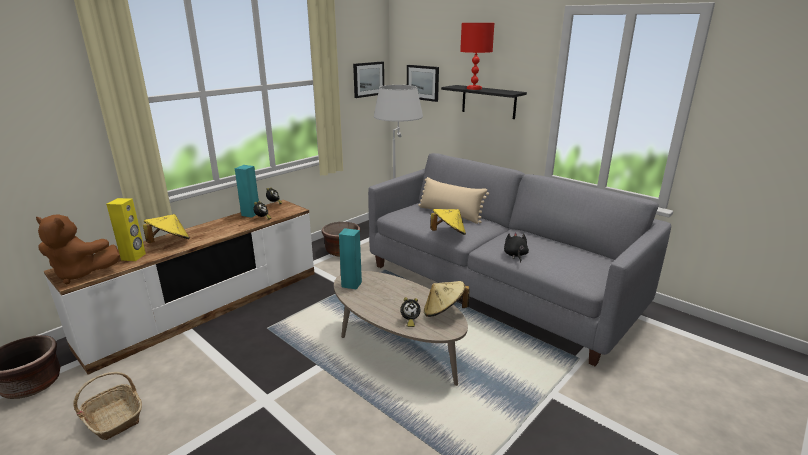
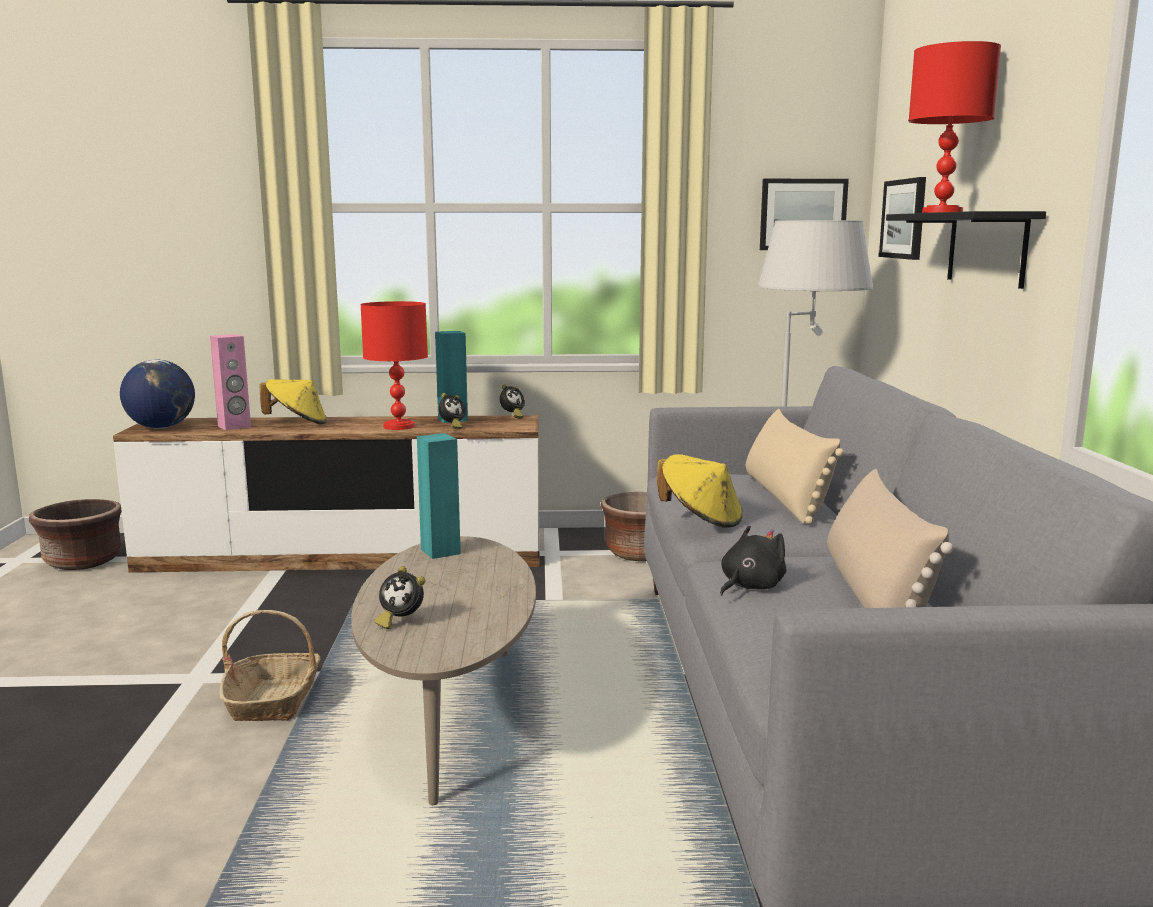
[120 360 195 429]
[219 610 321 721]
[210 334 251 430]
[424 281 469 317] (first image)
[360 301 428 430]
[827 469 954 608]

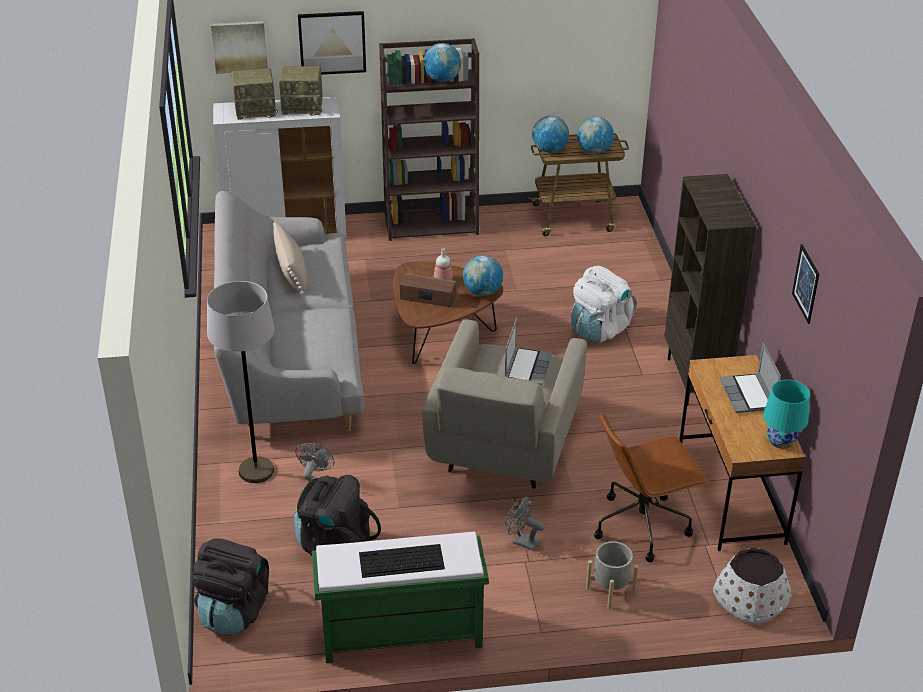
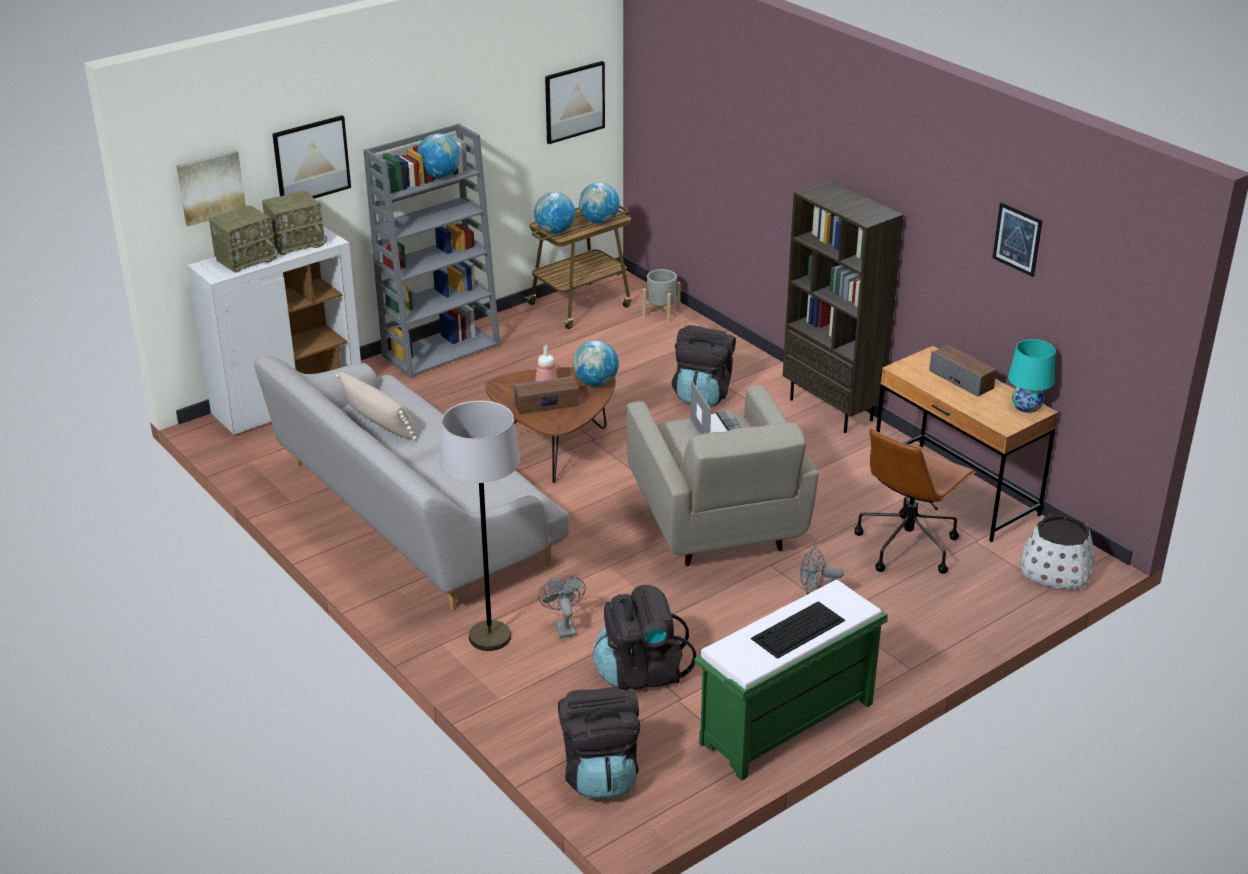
[363 123 501 379]
[672 325 736 406]
[643 269 681 323]
[929 345 997 397]
[545 61 605 144]

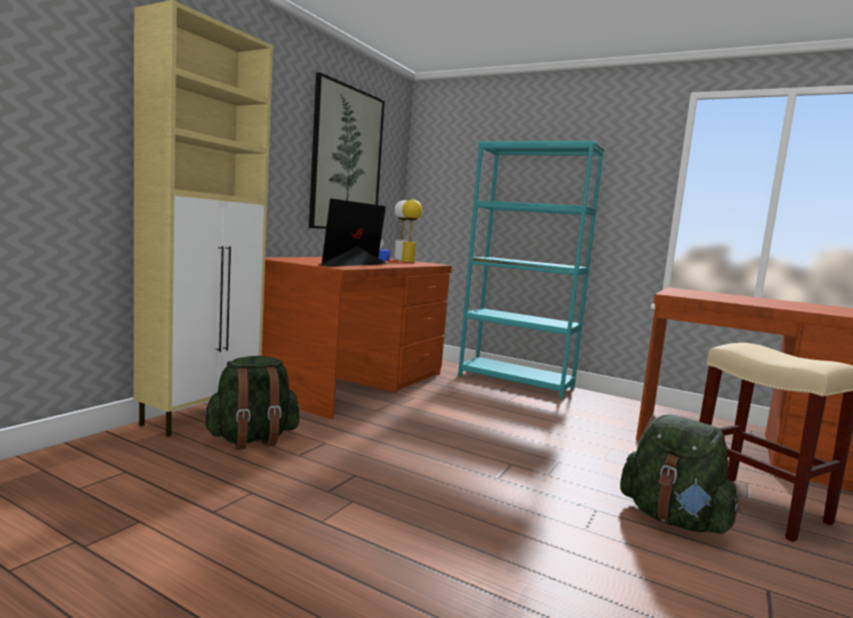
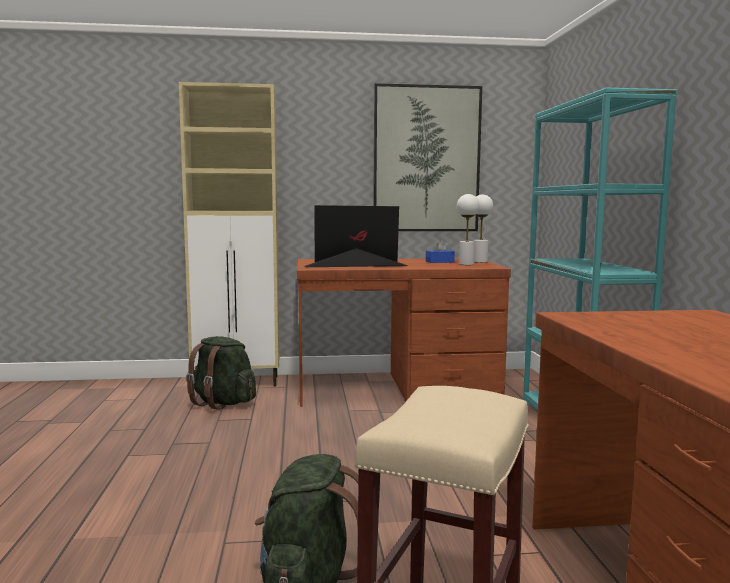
[457 194 480 265]

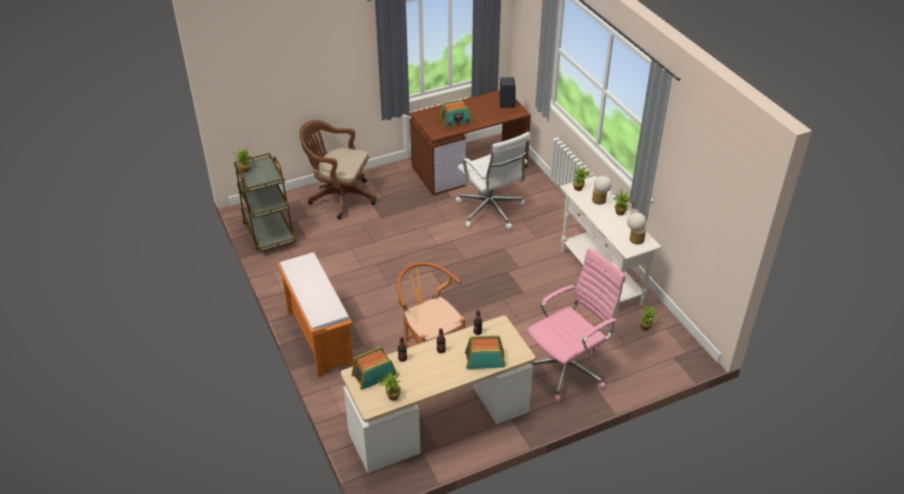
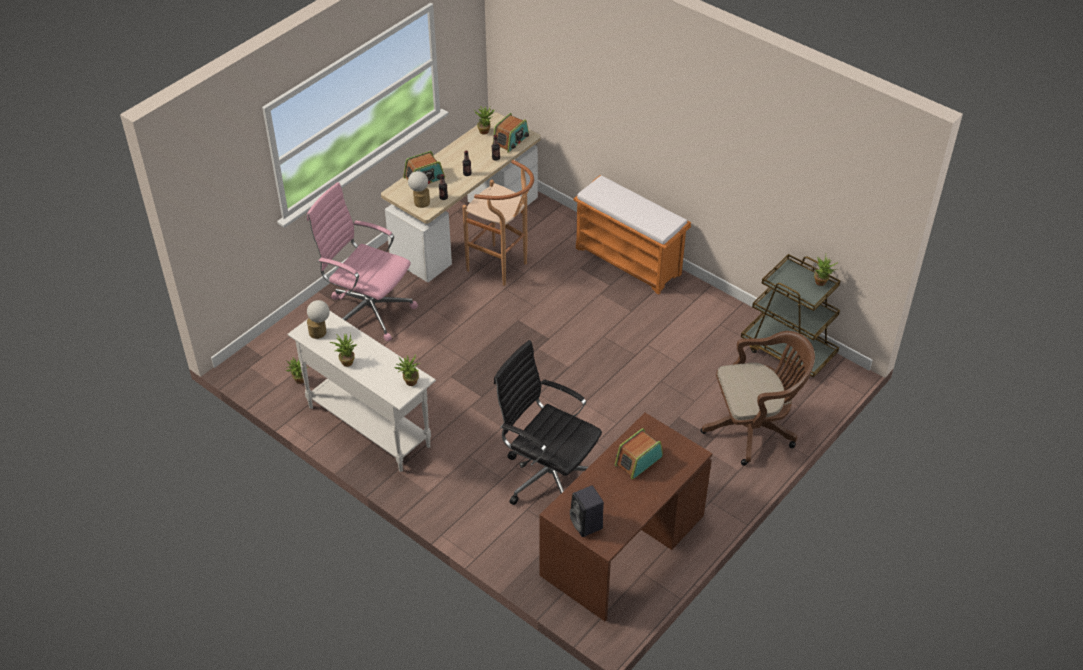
[494 340 602 505]
[307 182 418 341]
[408 171 430 208]

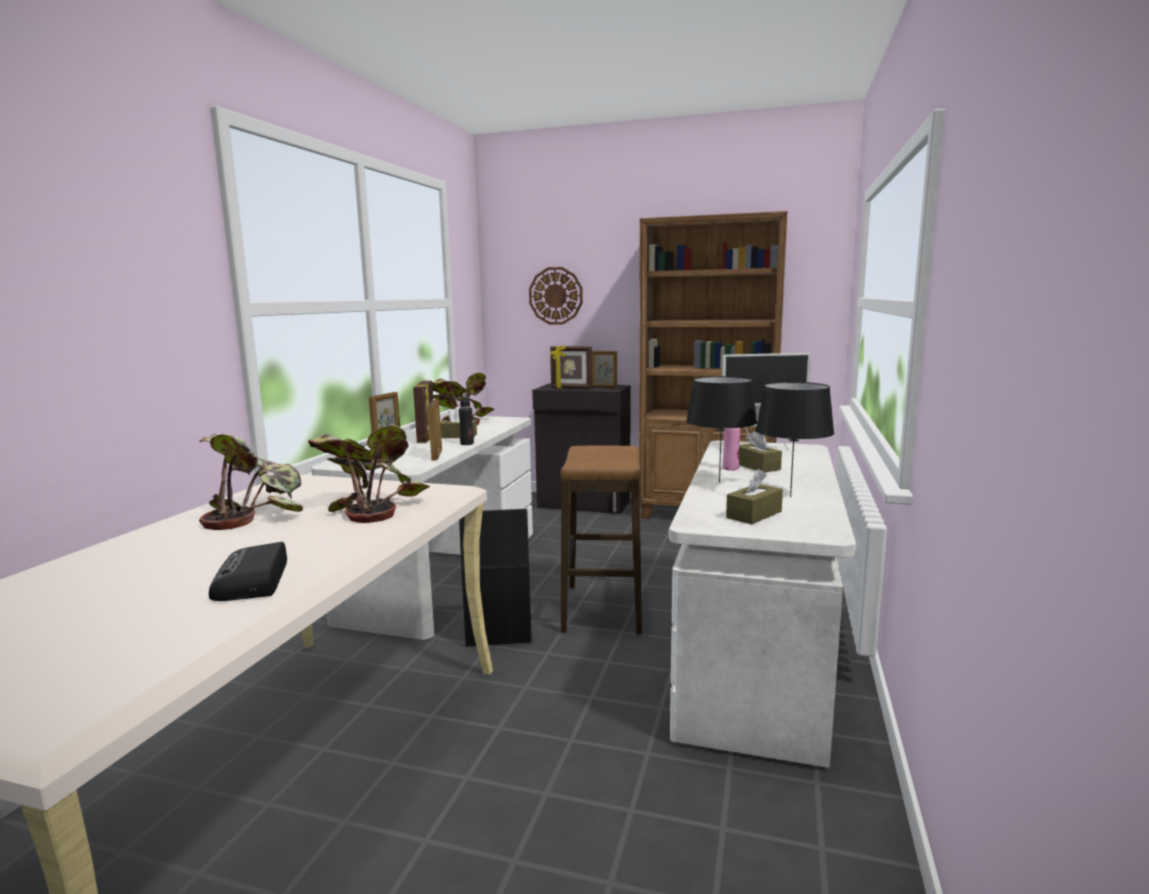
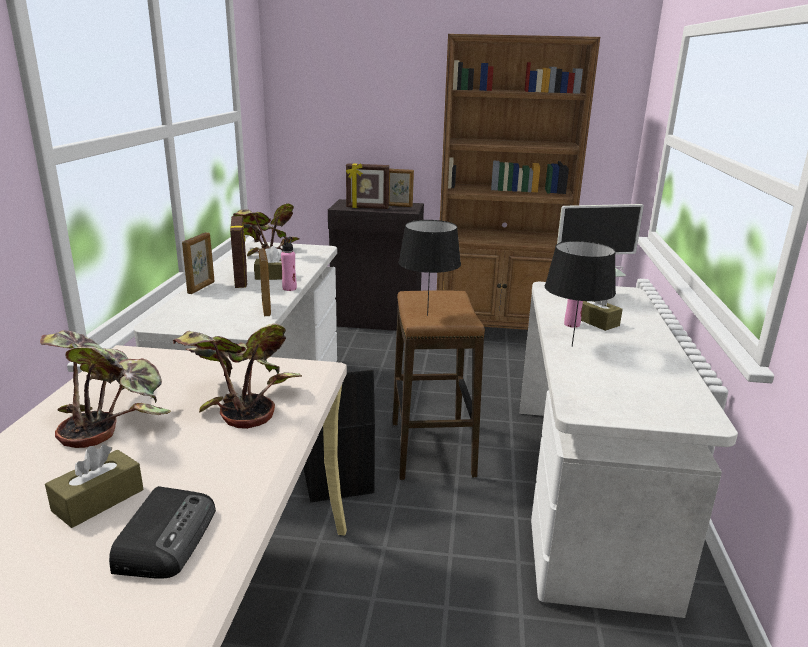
[109 486 216 579]
[281 237 297 291]
[529 267 583 325] (first image)
[45 444 143 528]
[399 220 461 316]

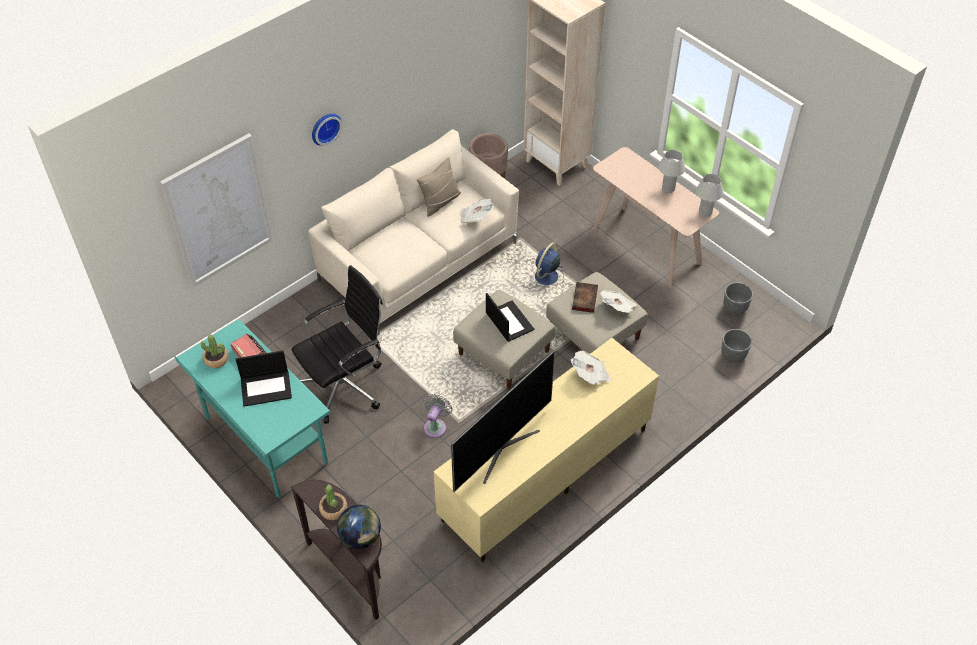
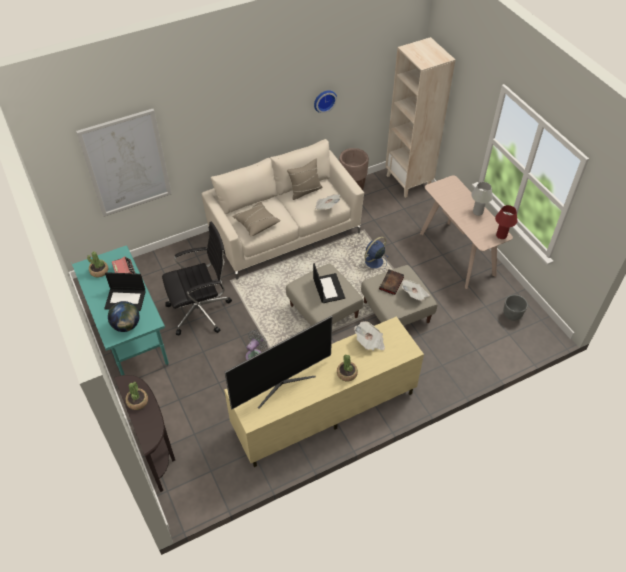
[314 90 337 113]
[108 301 139 332]
[495 205 517 239]
[721 329 752 363] (first image)
[232 202 281 237]
[337 355 358 381]

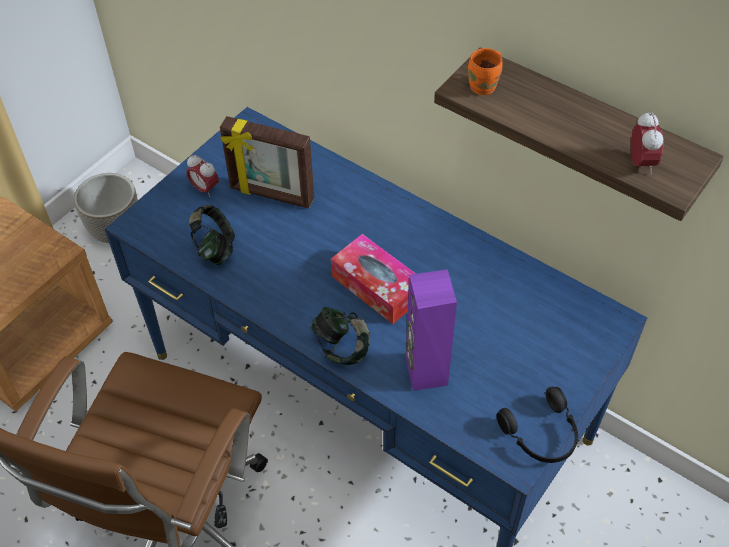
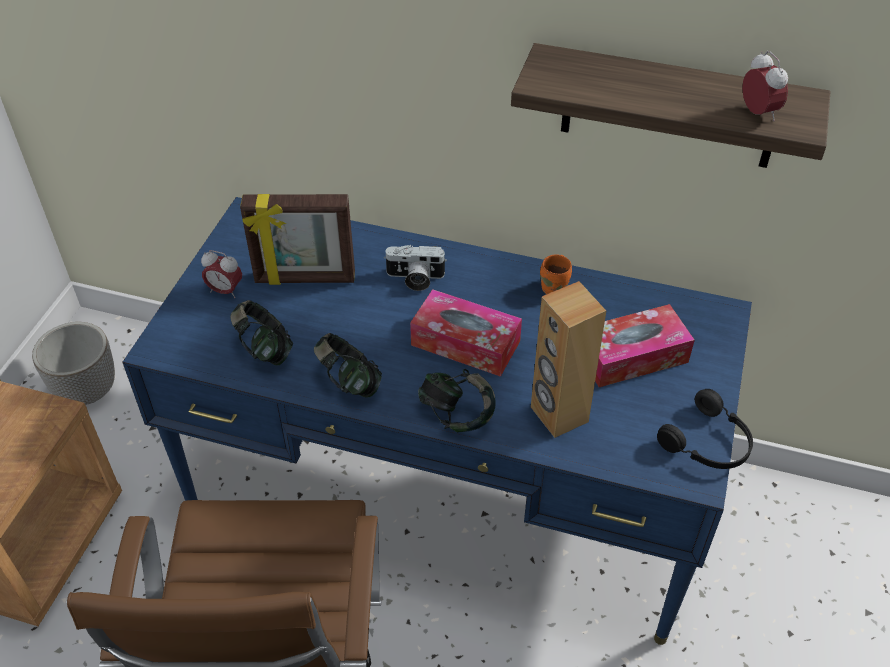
[531 281 606 438]
[540 254 572 294]
[314 333 382 398]
[384 245 447 291]
[595 304 695 387]

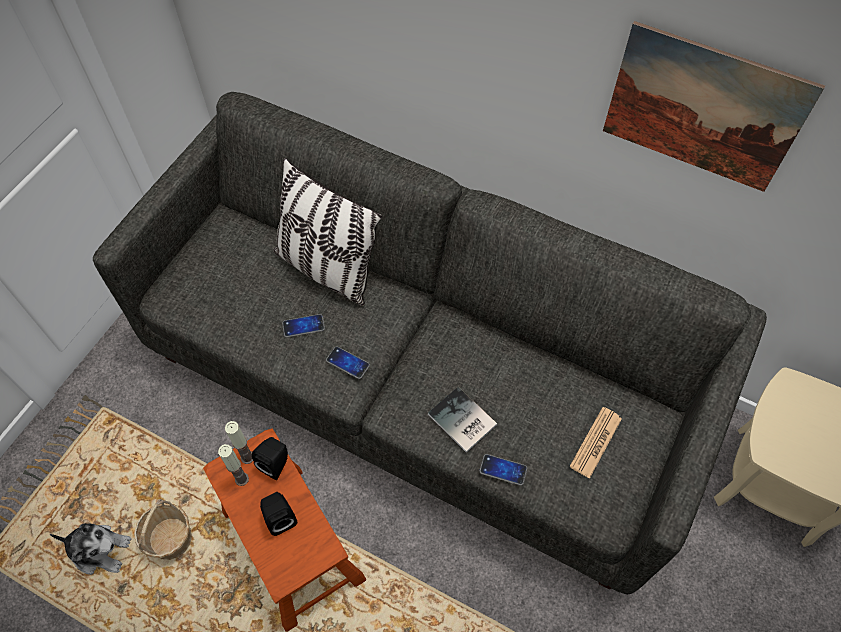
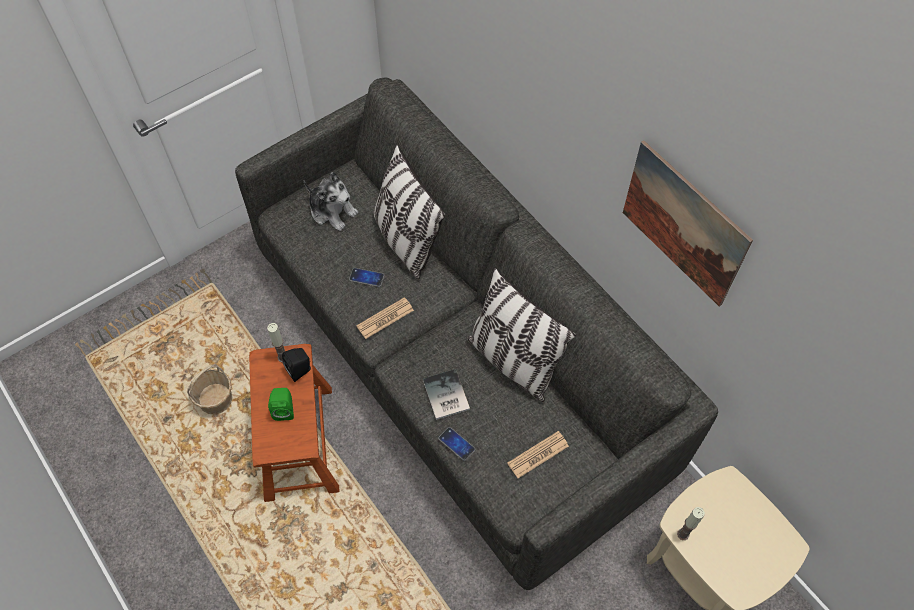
[304 172 358 231]
[677 507 705 540]
[268 388 294 421]
[356 297 414 339]
[467 268 576 402]

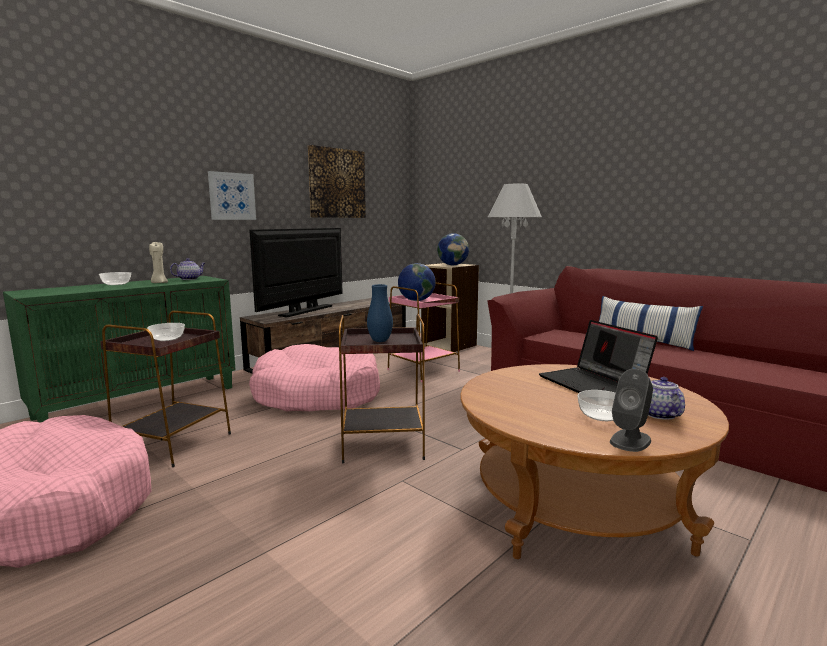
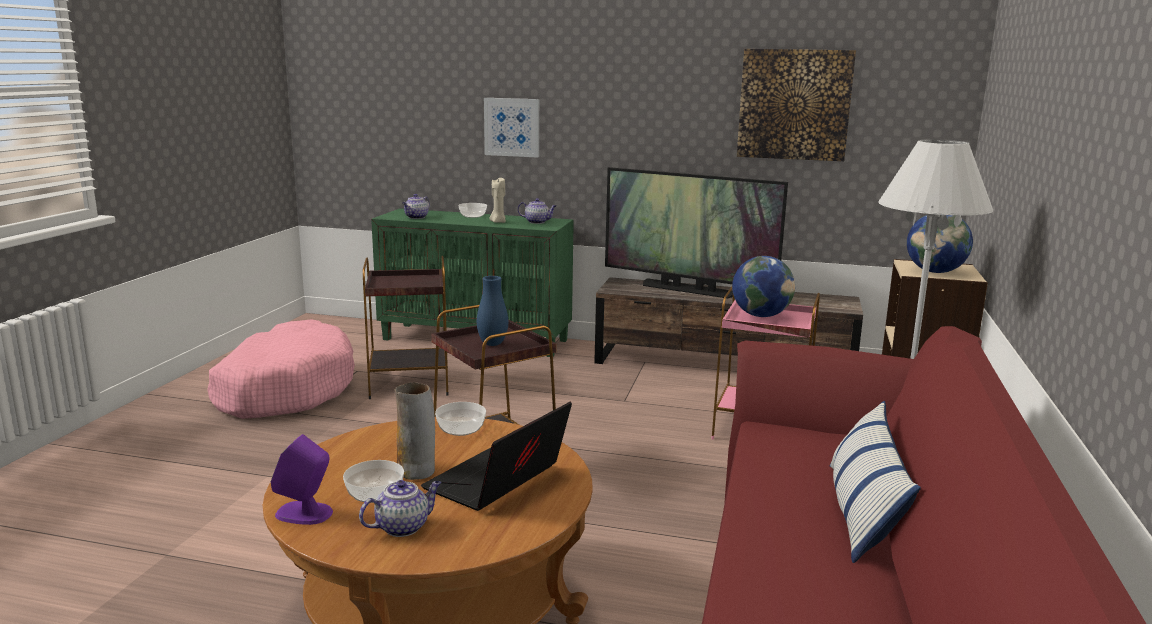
[435 402 486 436]
[484 98 539 158]
[605 167 788 298]
[249 344 380 411] (first image)
[271 434 333 525]
[395 382 435 480]
[402 194 430 219]

